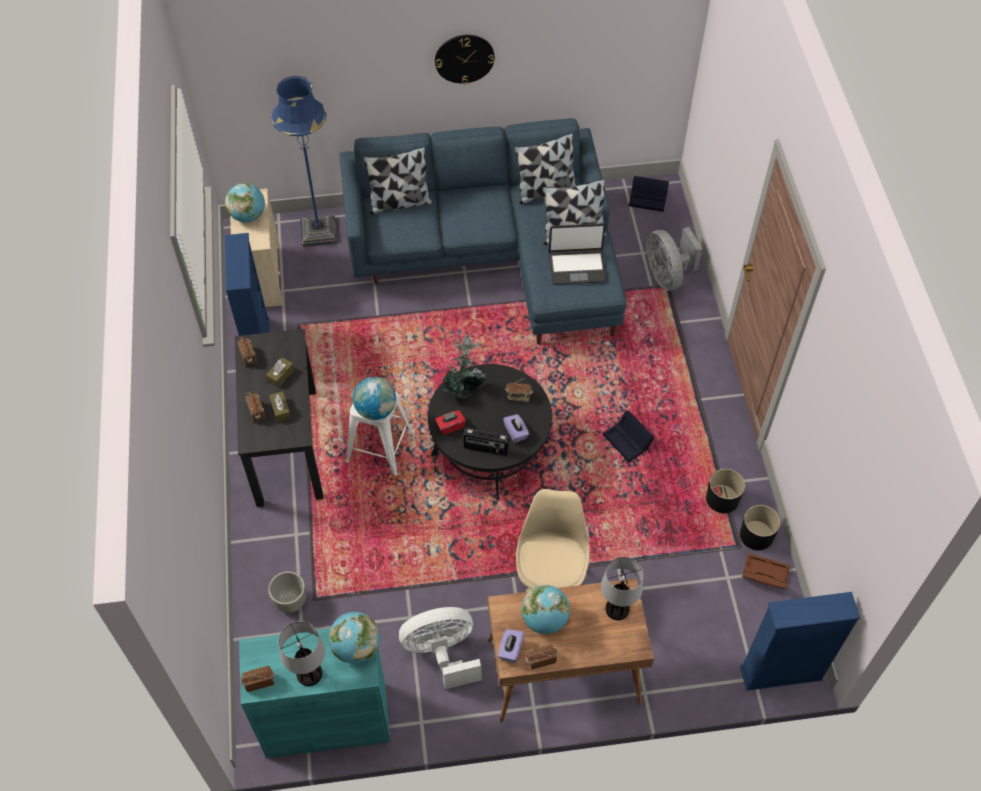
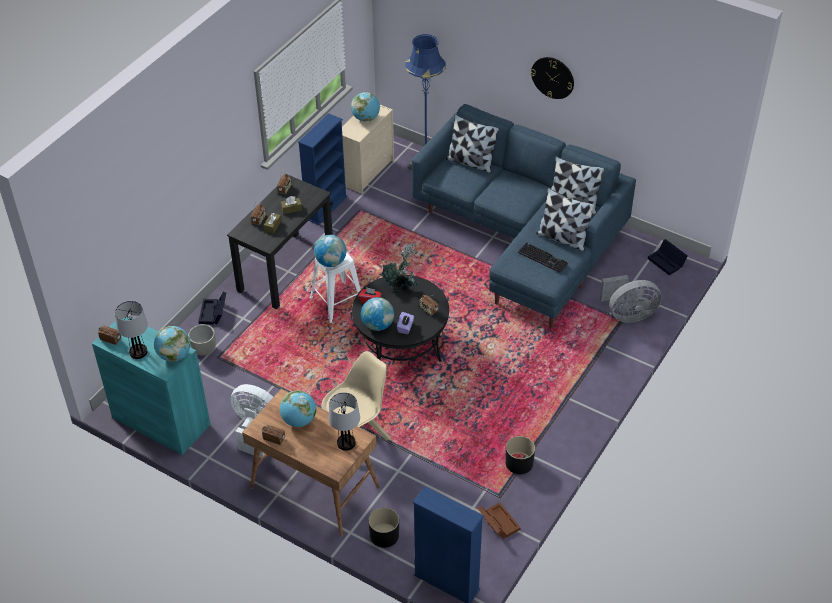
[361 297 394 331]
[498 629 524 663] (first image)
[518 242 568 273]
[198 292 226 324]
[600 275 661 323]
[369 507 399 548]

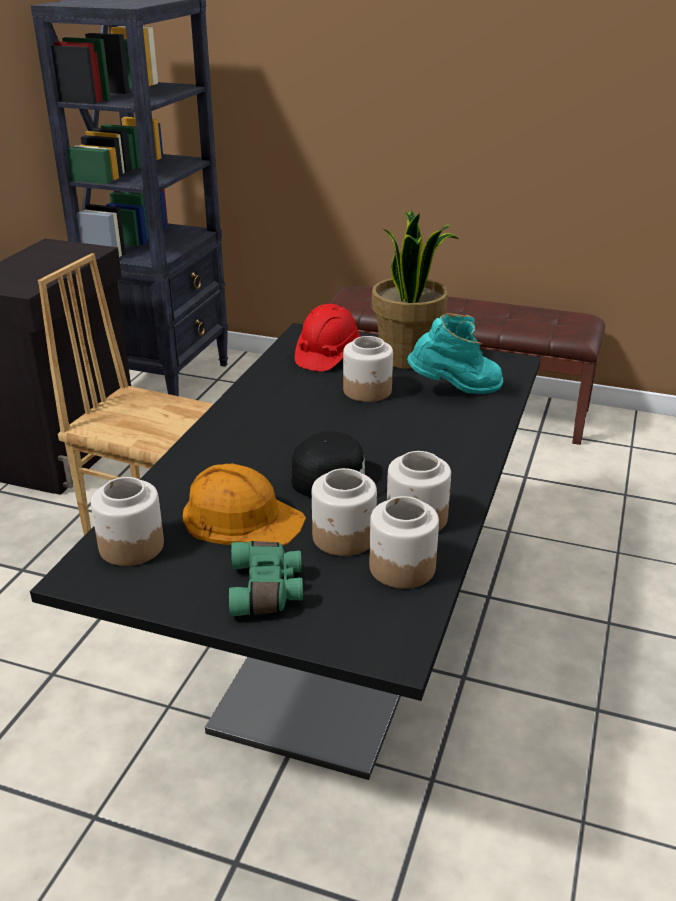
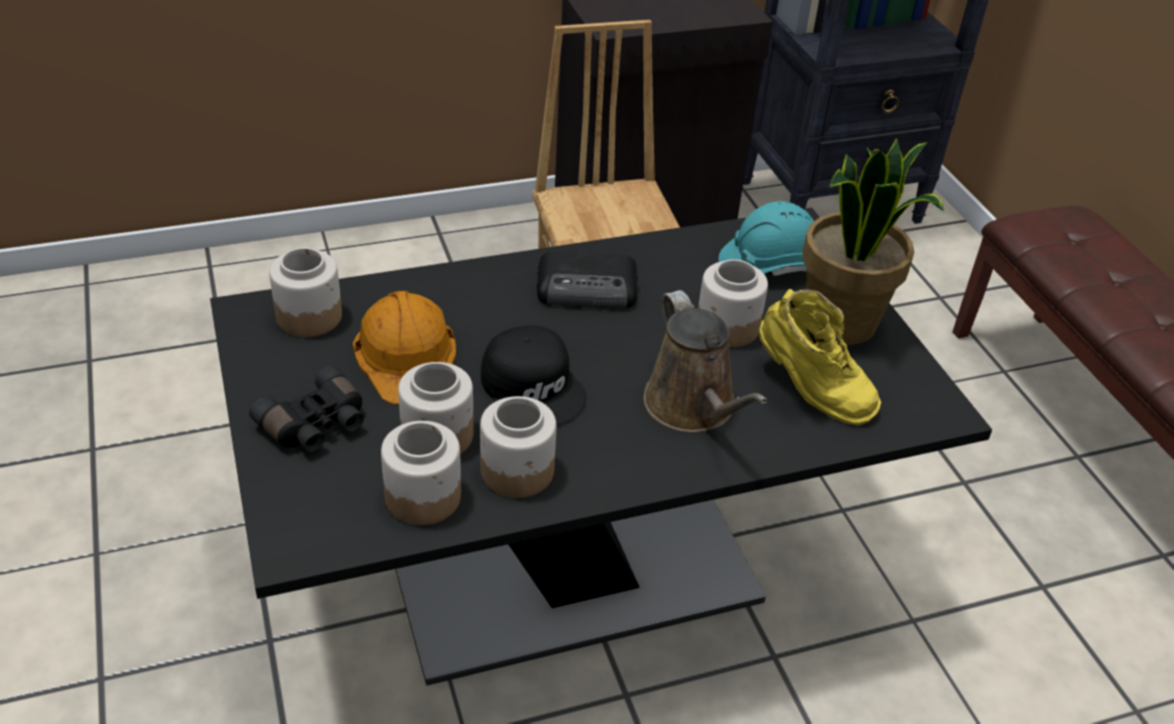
[249 366 364 452]
[719 201 814 276]
[759 289 881 426]
[537 251 638 308]
[643 290 767 433]

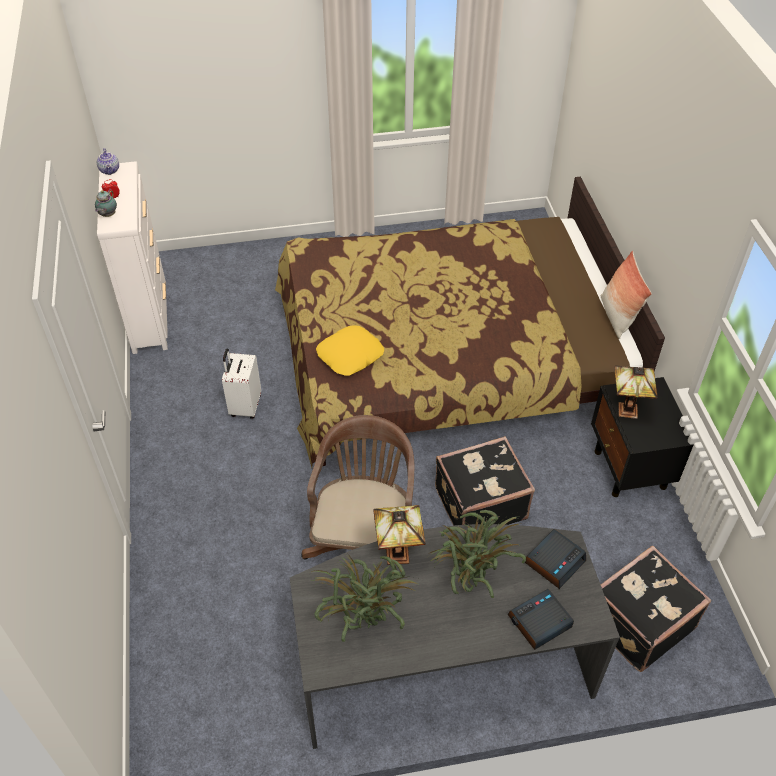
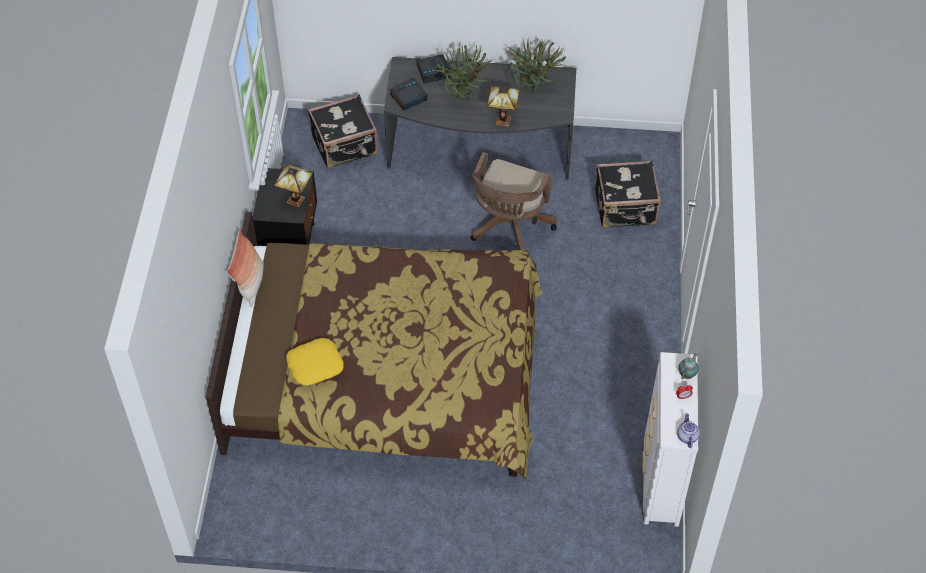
[222 348 261 419] (first image)
[286 338 344 385]
[595 161 661 228]

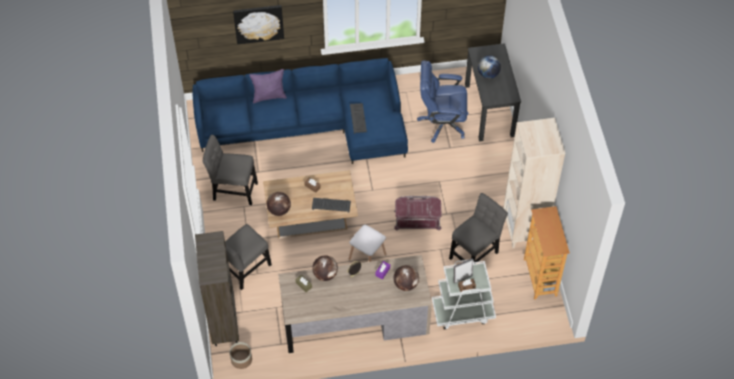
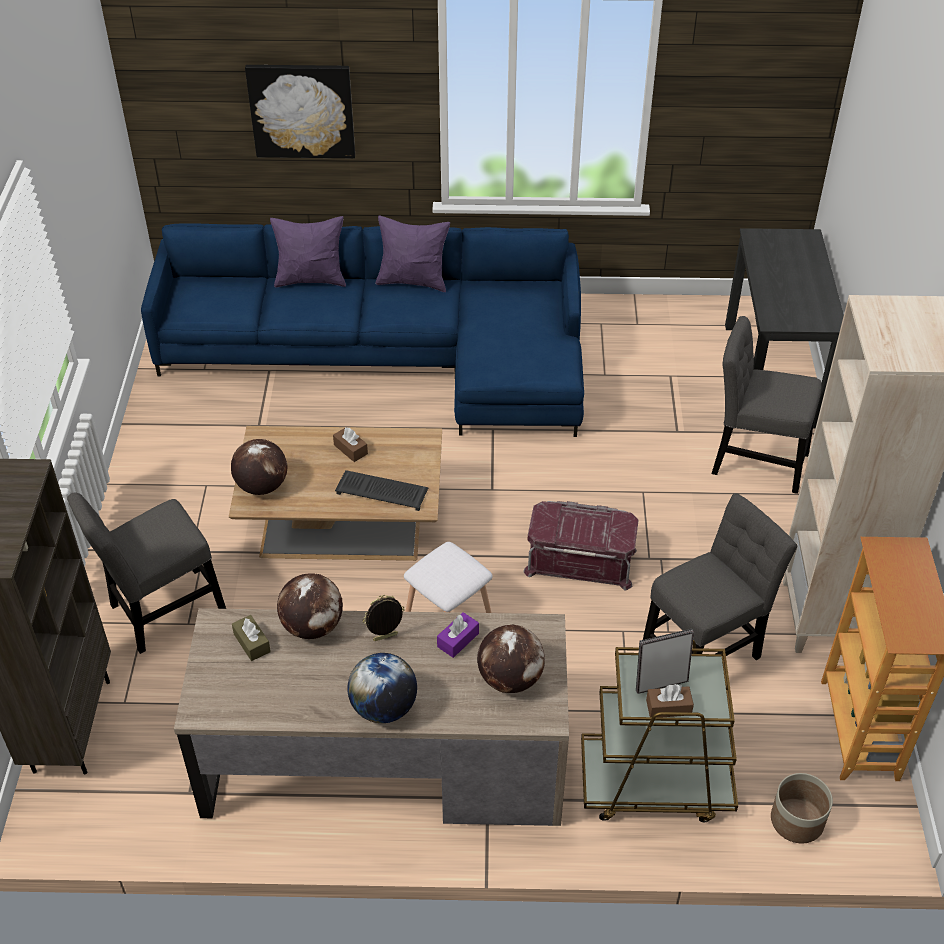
[711 316 822 494]
[771 773 833 843]
[350 103 367 134] (first image)
[417 60 469 143] (first image)
[581 640 738 822]
[348 653 417 723]
[376 215 450 292]

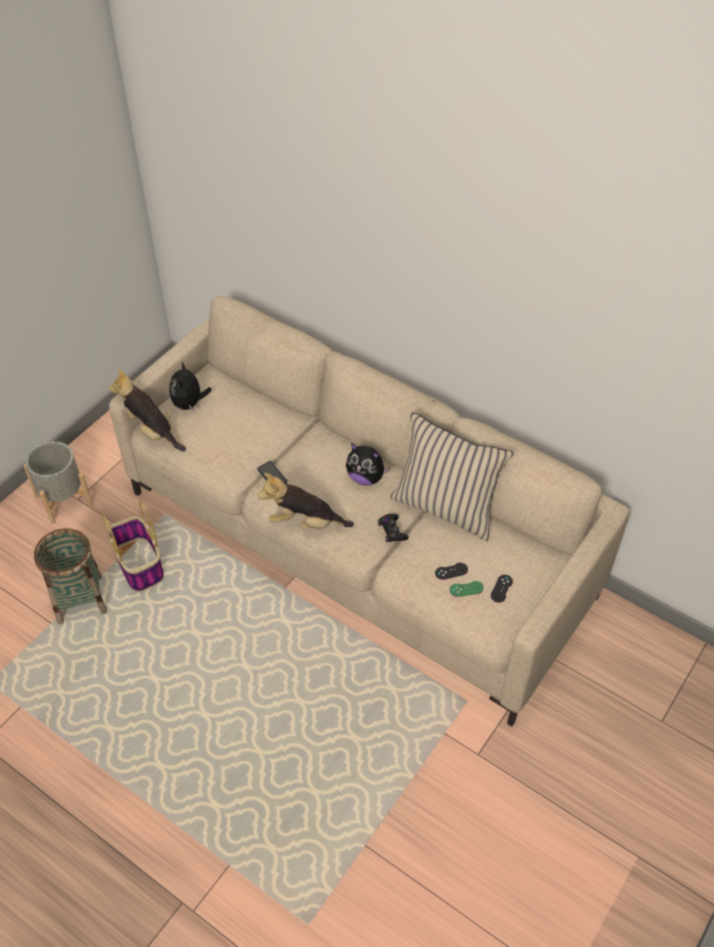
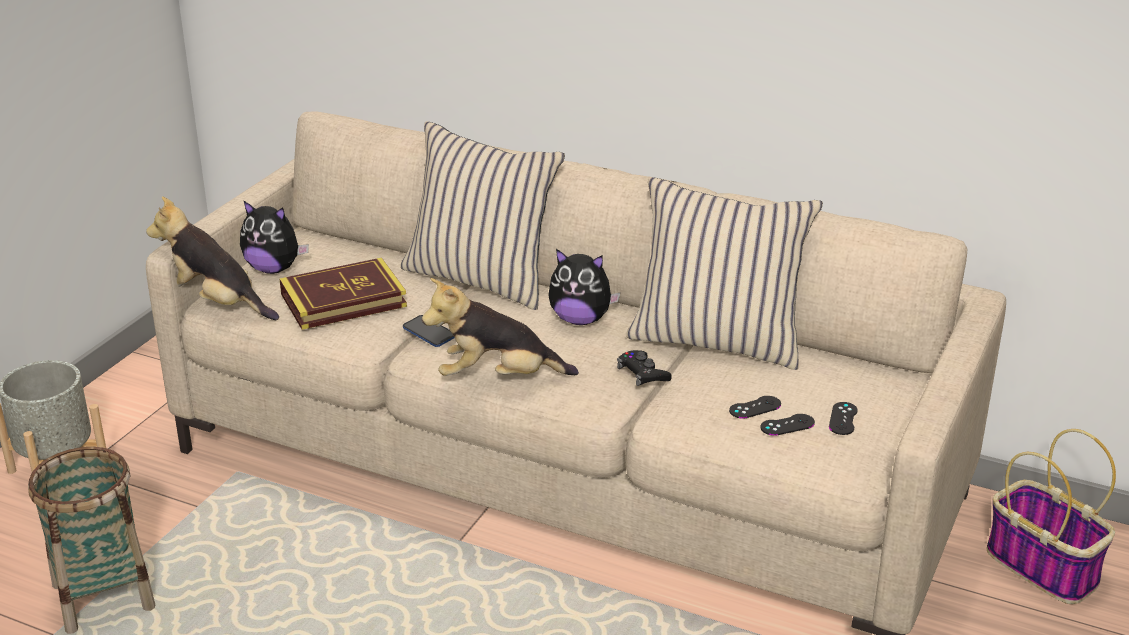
[986 429 1116 604]
[240 200 309 274]
[760 414 815 436]
[279 258 407 330]
[400 121 565 310]

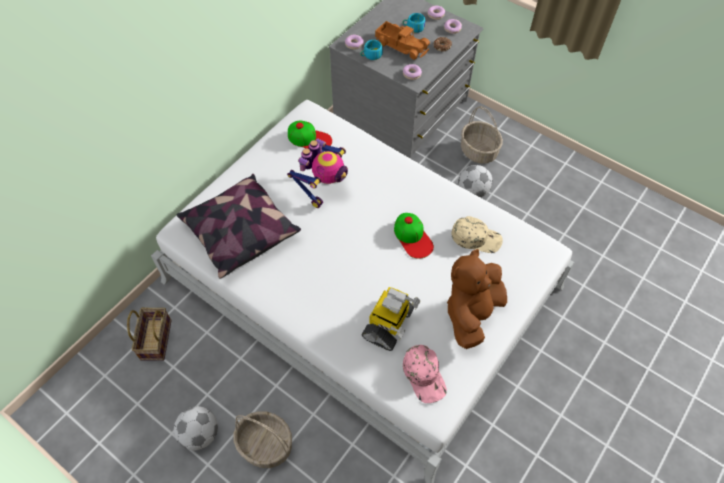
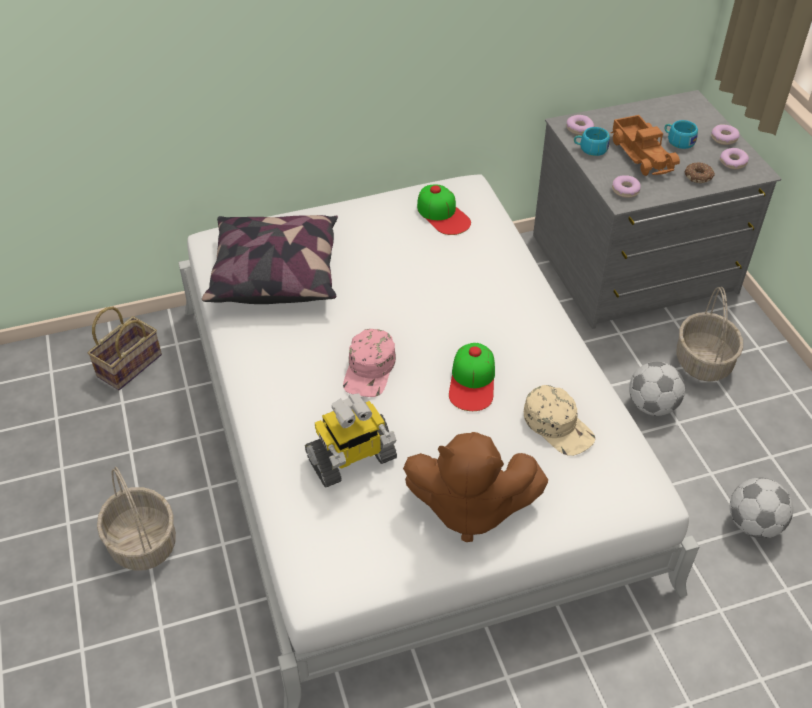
[730 478 793 538]
[287 138 348 208] (first image)
[343 329 396 397]
[403 432 548 542]

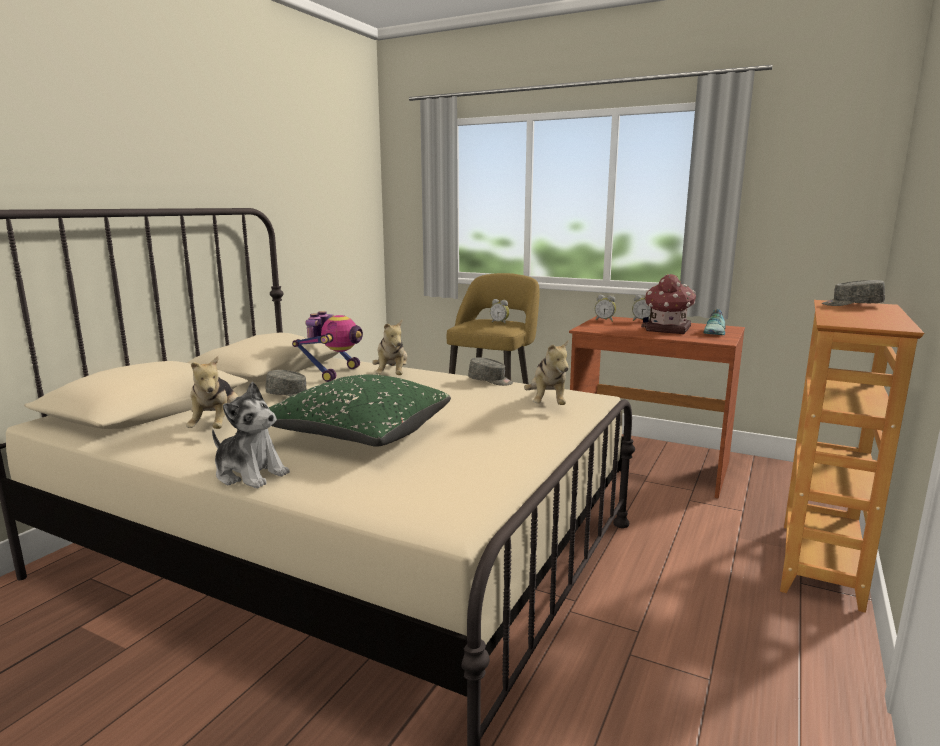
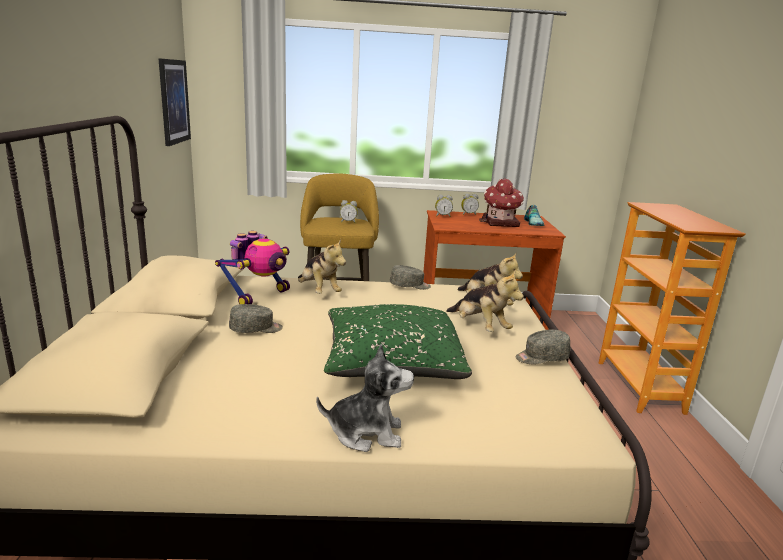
[446 271 524 332]
[215 231 290 304]
[516 330 570 364]
[158 58 191 146]

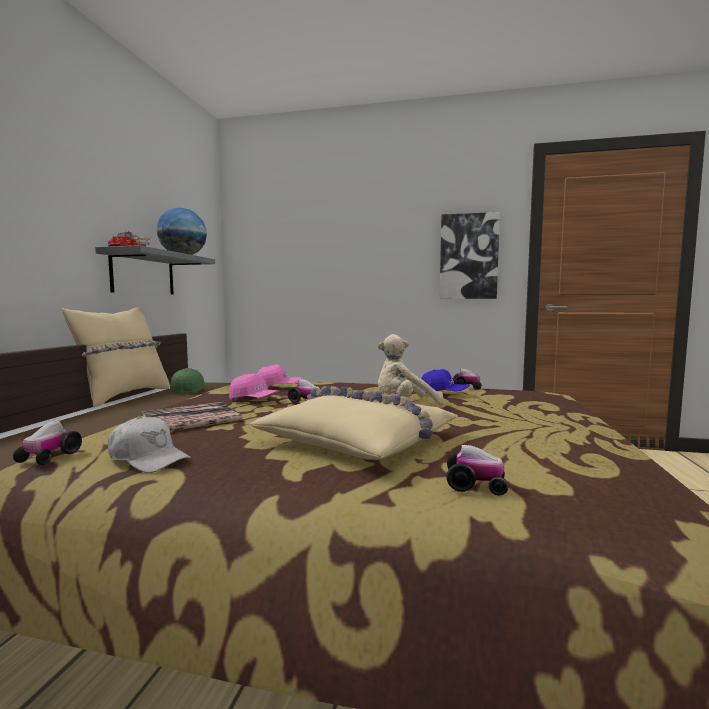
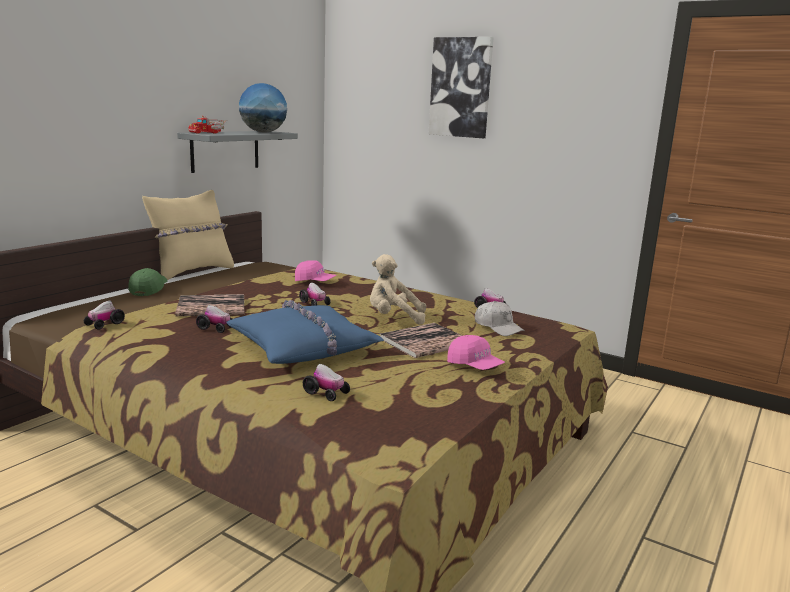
[475 301 525 336]
[128 268 168 296]
[447 335 505 370]
[226 300 384 364]
[421 369 470 393] (first image)
[429 37 494 138]
[196 305 233 333]
[380 323 463 358]

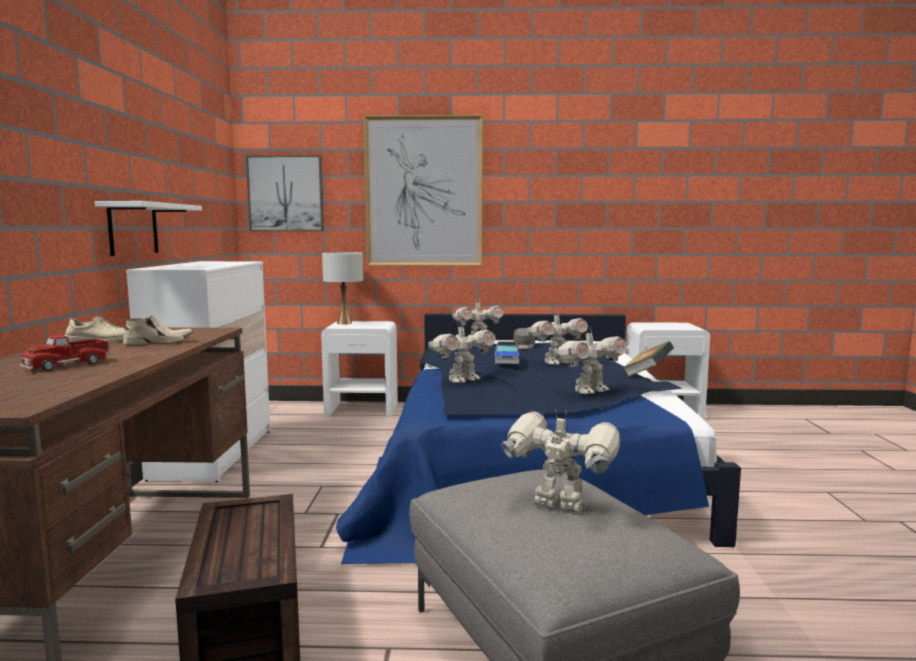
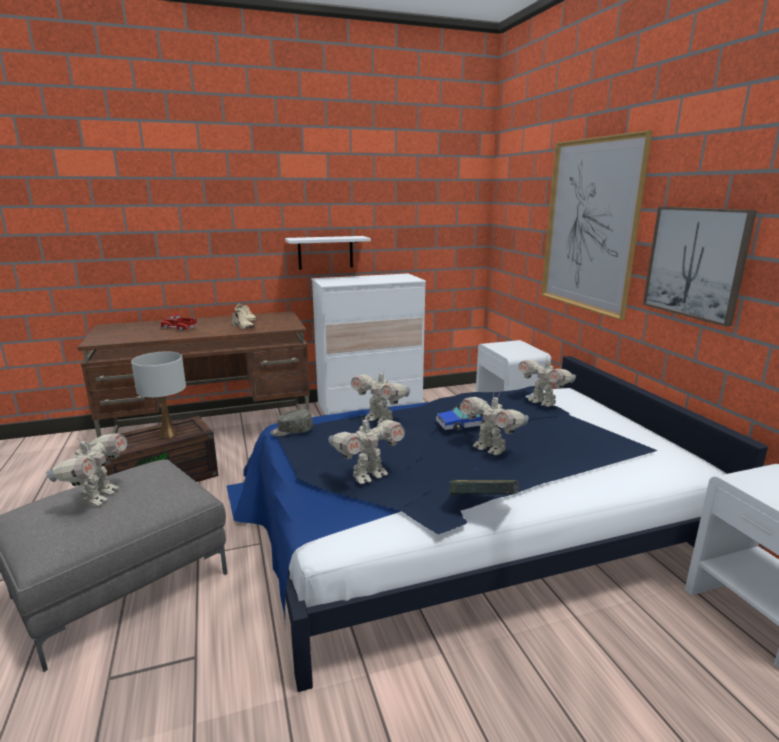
[643 207 757 327]
[131 352 186 438]
[270 409 313 436]
[328 414 405 484]

